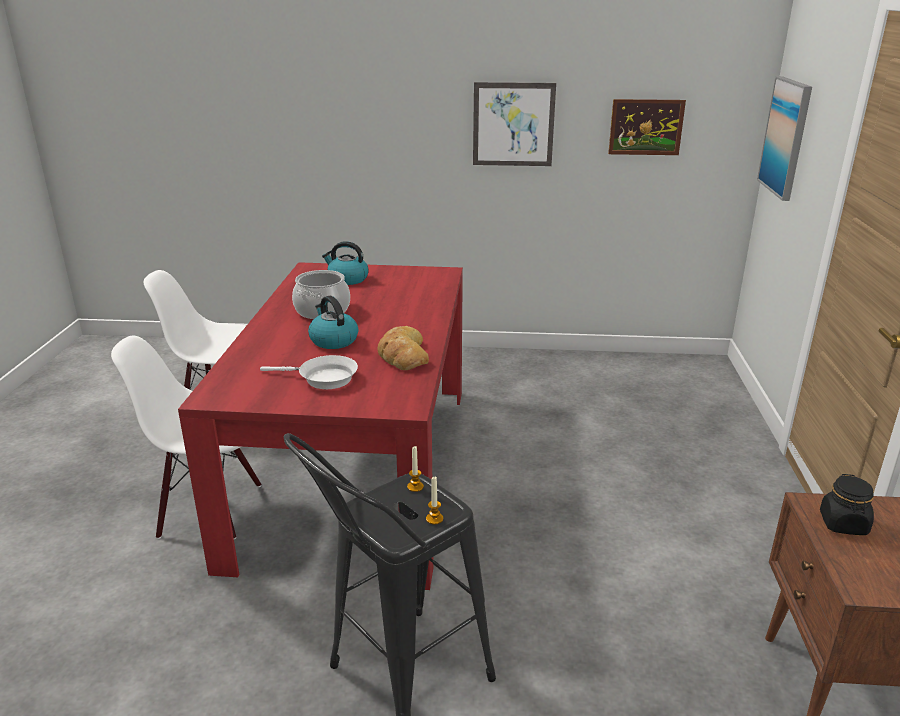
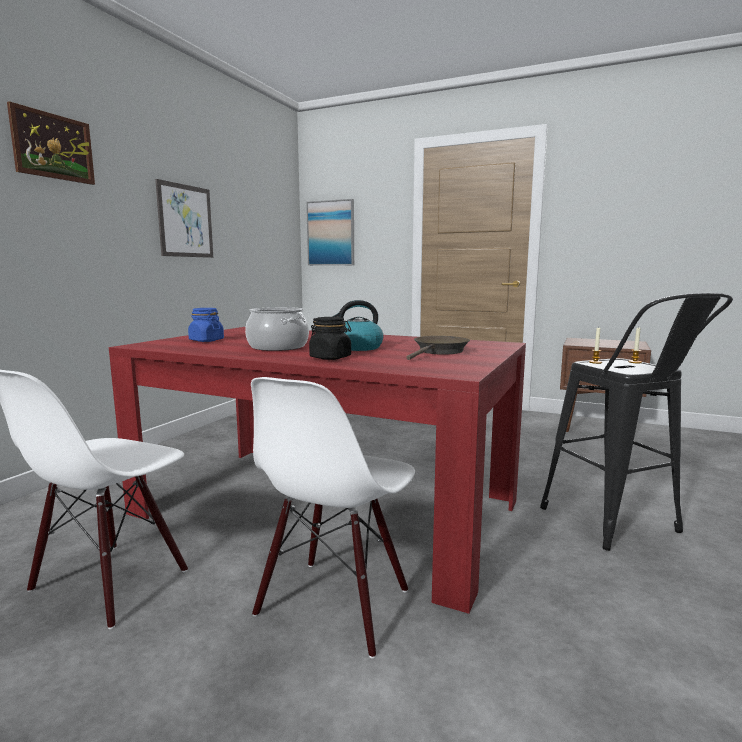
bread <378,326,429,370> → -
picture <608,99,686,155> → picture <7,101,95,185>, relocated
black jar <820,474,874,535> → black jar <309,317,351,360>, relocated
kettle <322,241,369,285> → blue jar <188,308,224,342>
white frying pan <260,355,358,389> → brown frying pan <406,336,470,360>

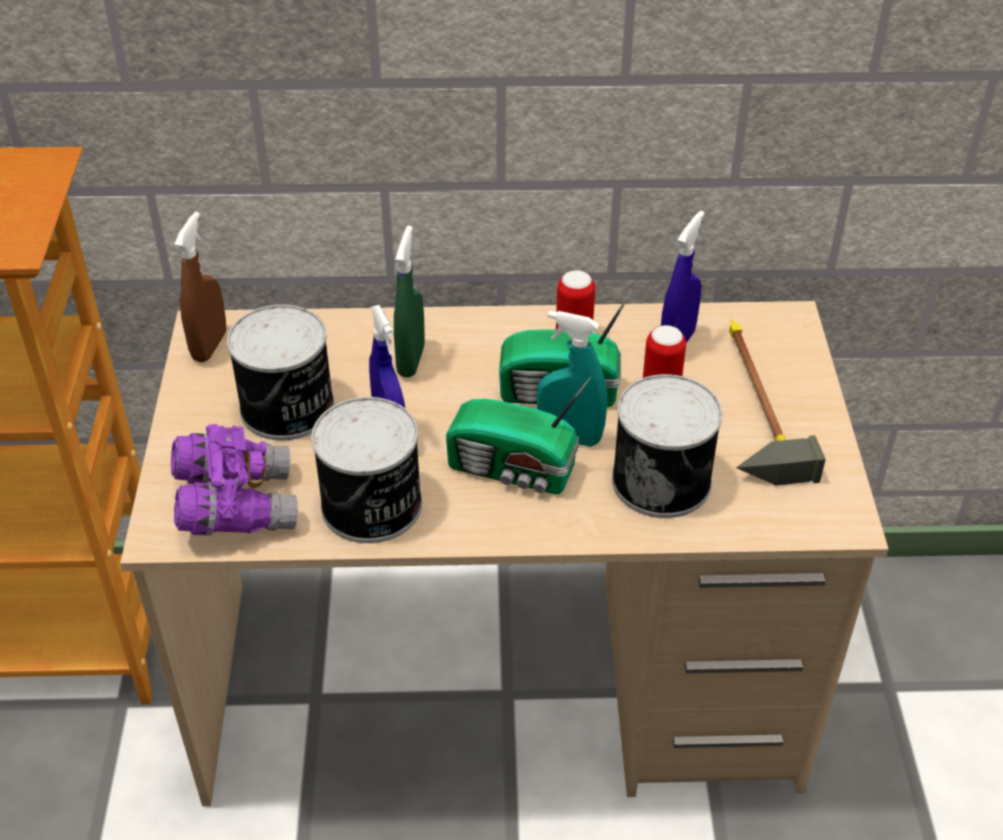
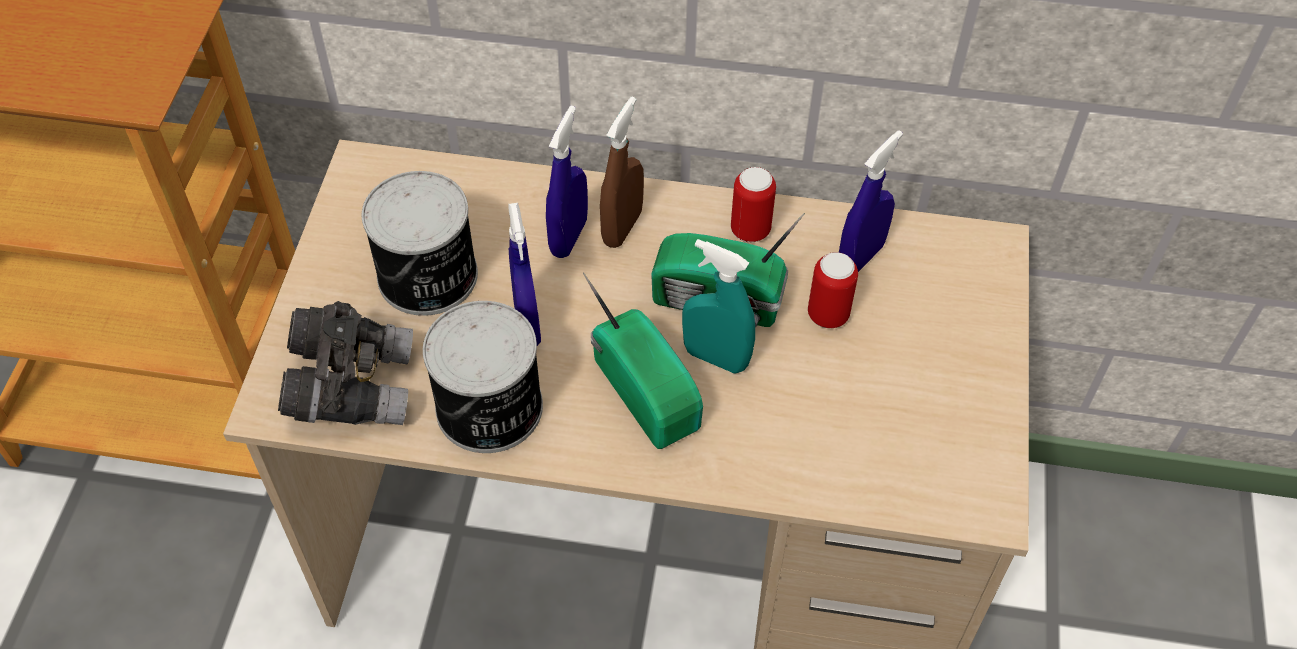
can <612,374,722,518> → -
hammer <729,320,826,486> → -
brown spray bottle <174,212,226,362> → brown spray bottle <600,97,644,248>, relocated
purple binoculars <171,424,298,536> → grey binoculars <278,301,413,425>
green spray bottle <394,225,425,377> → blue spray bottle <546,106,588,258>
radio <446,377,591,494> → radio <583,272,703,449>, 150 degrees counterclockwise

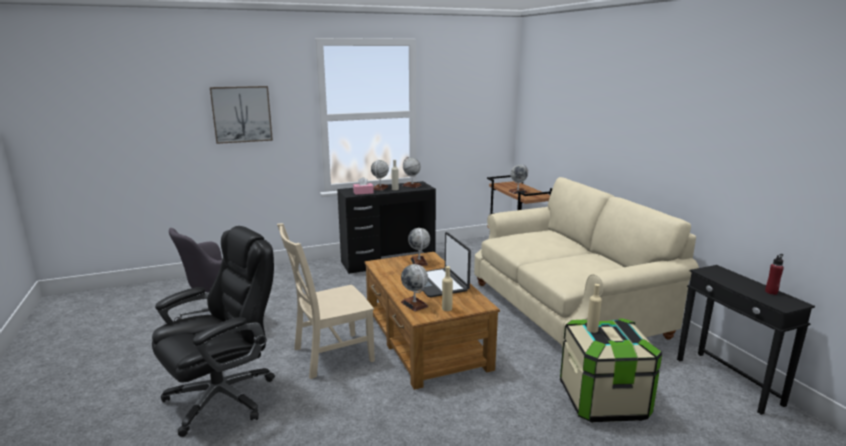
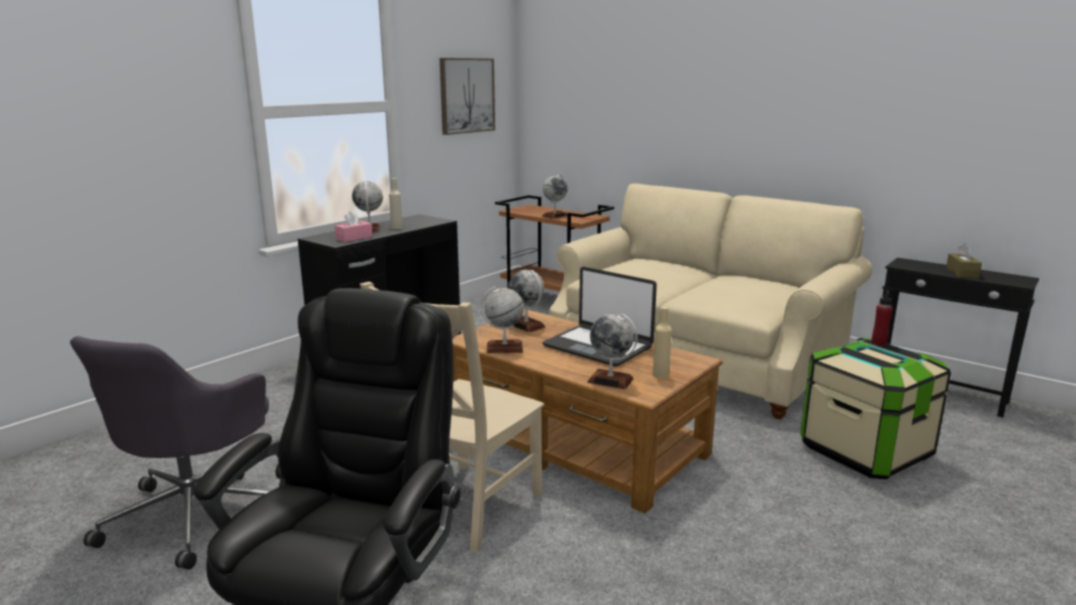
beige bottle <586,284,602,333> → -
- → brown tissue box <946,243,982,278>
picture <210,86,273,144> → picture <440,58,495,135>, relocated
globe <403,157,422,188> → globe <481,286,524,353>, relocated
red bottle <765,254,784,295> → red bottle <871,290,893,346>, relocated

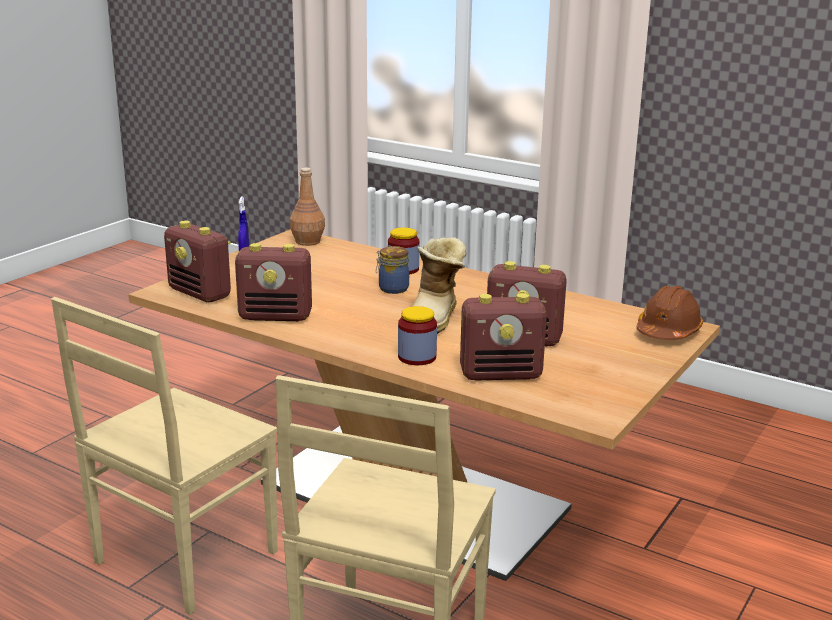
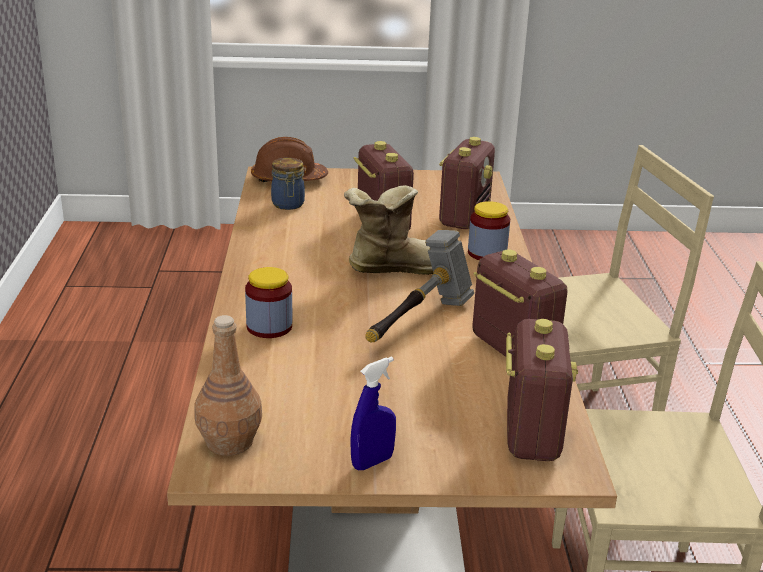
- → hammer <365,230,474,343>
jar <376,246,409,294> → jar <271,158,305,210>, relocated
radio <460,293,547,381> → radio <439,137,495,229>, 60 degrees clockwise

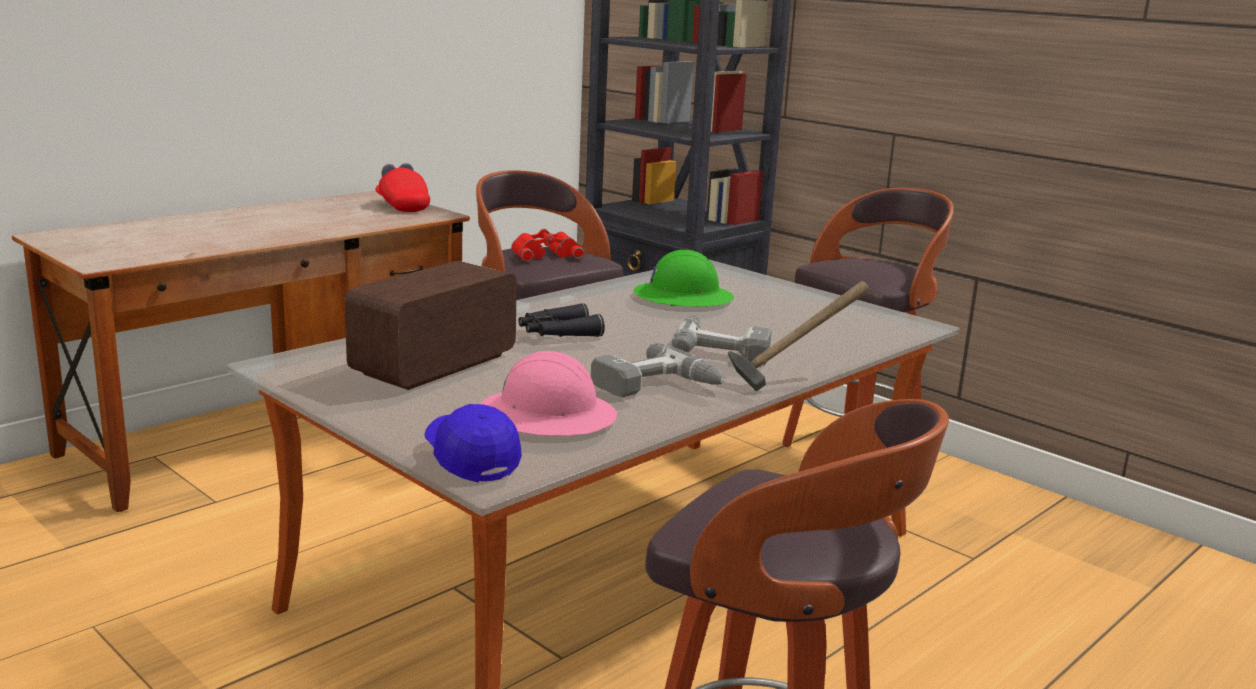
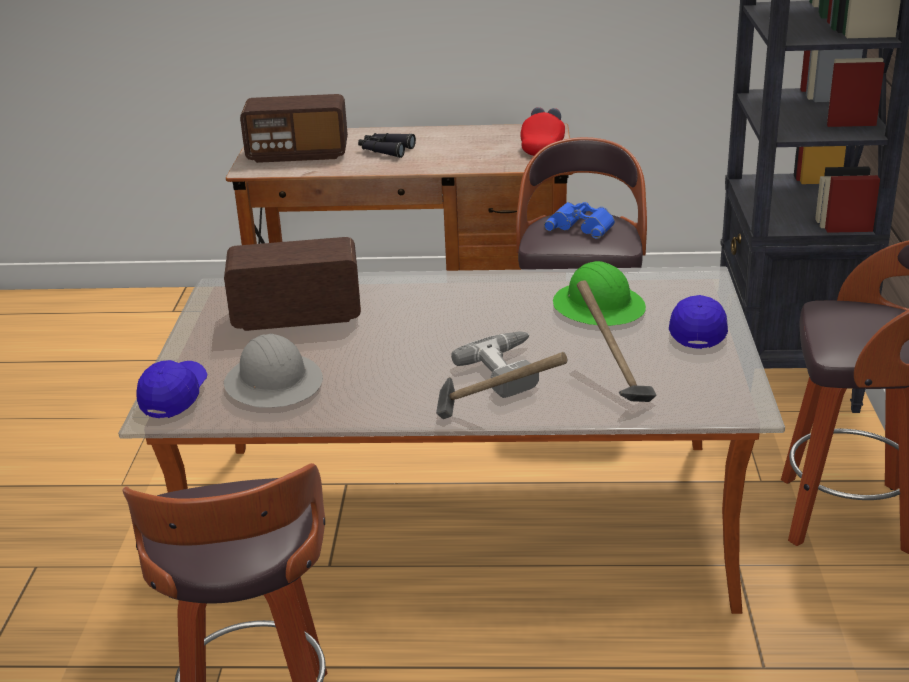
power drill <591,343,726,397> → -
- → radio <240,94,348,163>
- → hammer <577,280,657,402>
- → blue cap <669,295,728,349>
black binoculars <518,303,605,337> → black binoculars <358,133,416,158>, relocated
pink hard hat <481,351,617,436> → grey hard hat <224,334,323,408>
red binoculars <511,229,584,262> → blue binoculars <544,202,615,239>

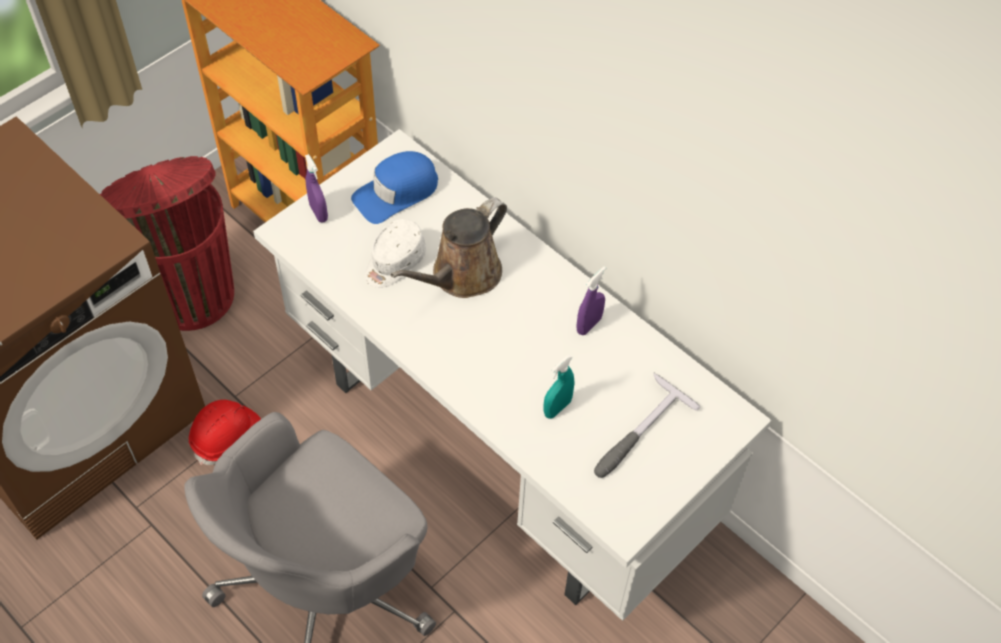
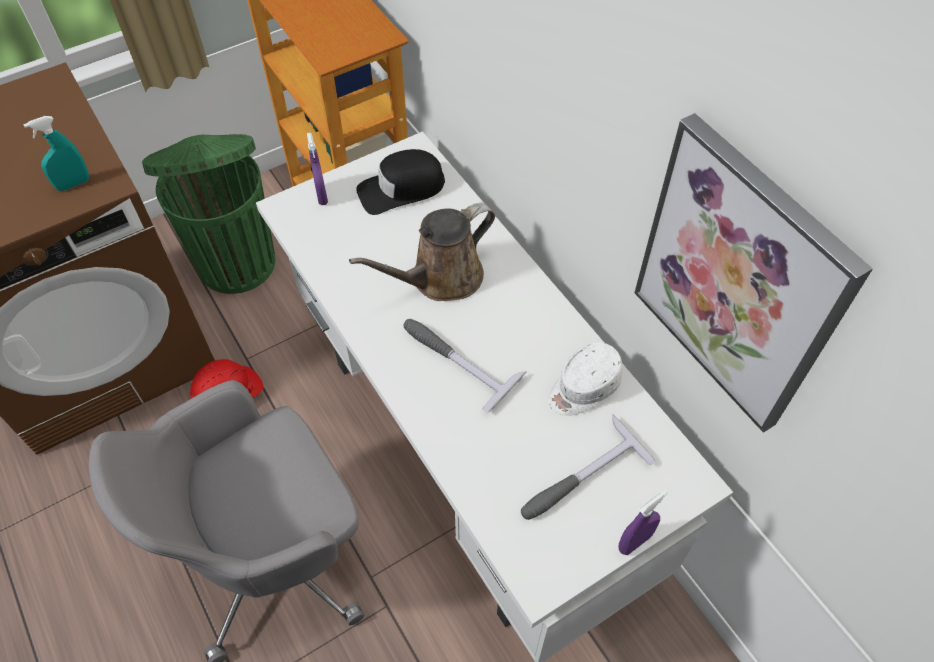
- → hammer <404,319,527,413>
- → picture <634,113,873,433>
white cap <365,219,426,288> → white cap <549,342,623,416>, relocated
turquoise spray bottle <544,355,575,419> → turquoise spray bottle <23,116,89,191>, relocated
purple spray bottle <576,266,606,335> → purple spray bottle <618,490,668,555>, relocated
red trash can <100,156,234,331> → green trash can <142,134,275,294>
blue cap <351,151,438,224> → black cap <356,149,445,215>

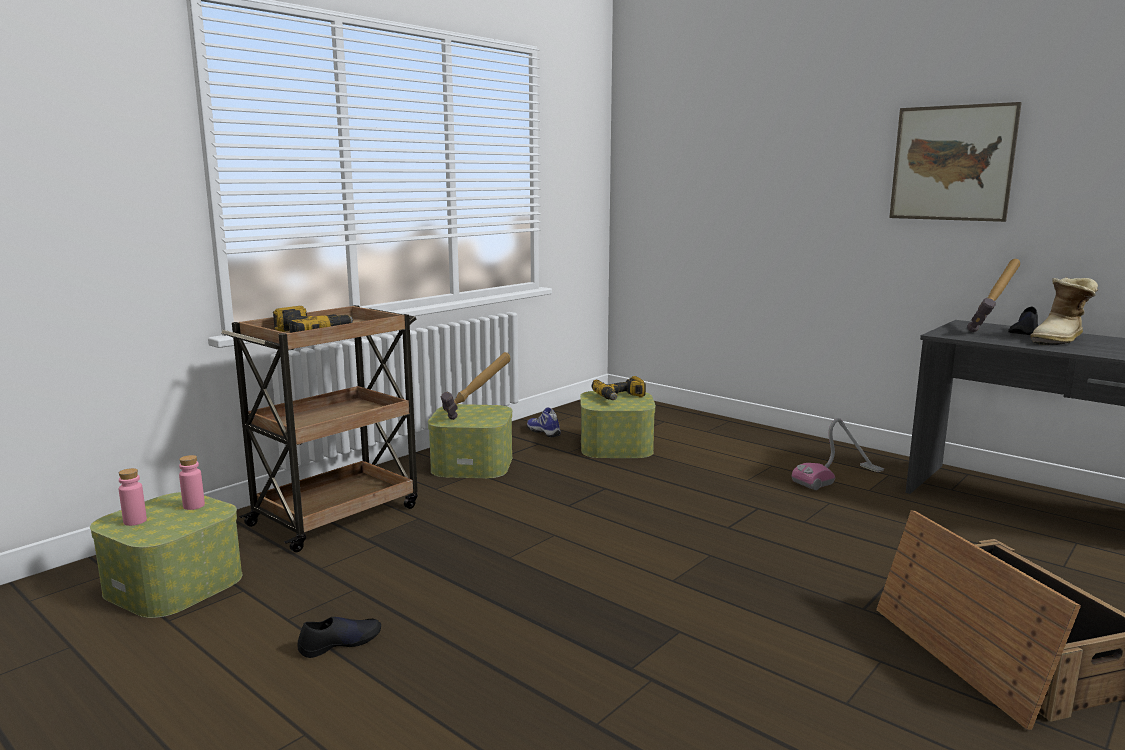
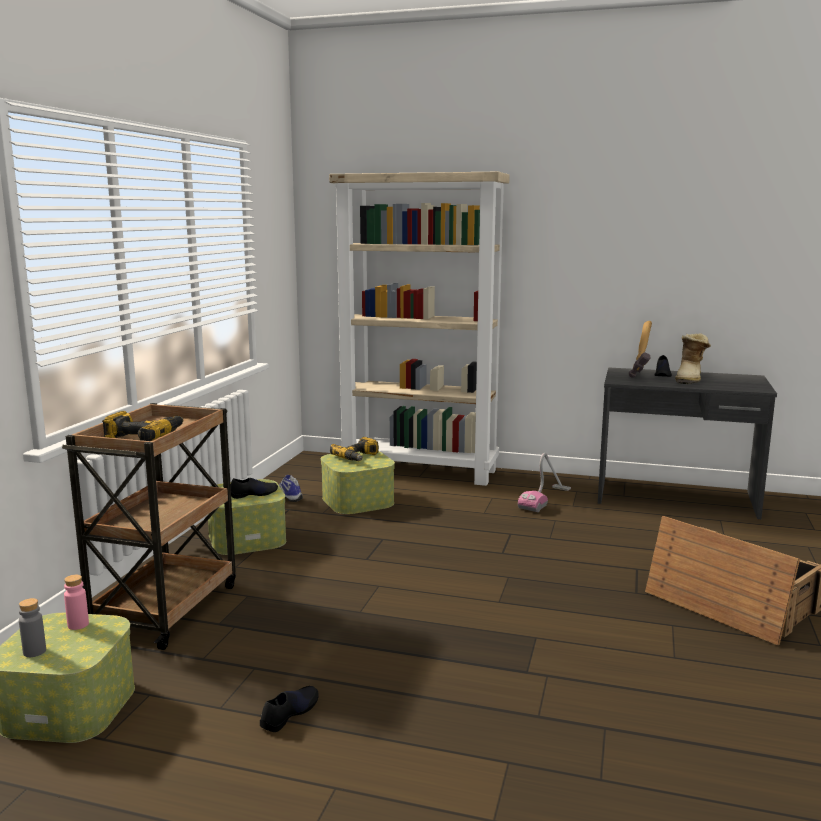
picture <889,102,1022,222> → -
- → beige bookcase <329,172,510,486>
hammer <441,352,511,420> → black shoe <231,478,278,499>
pink bottle <119,468,147,526> → grey bottle <19,598,46,657>

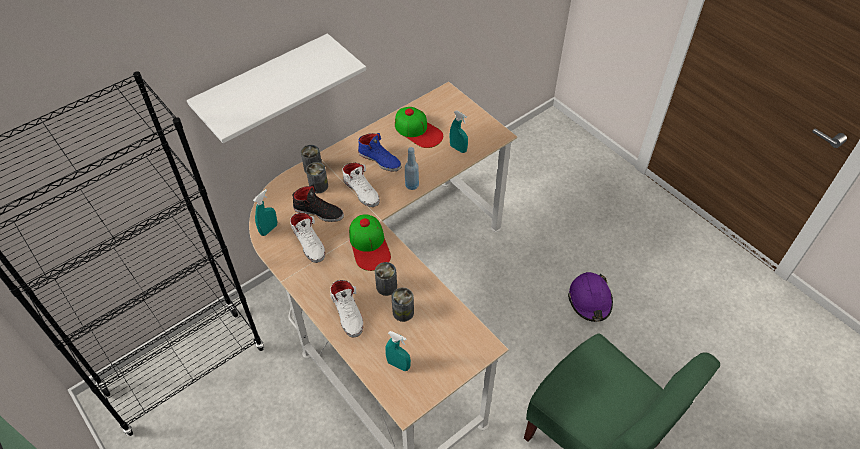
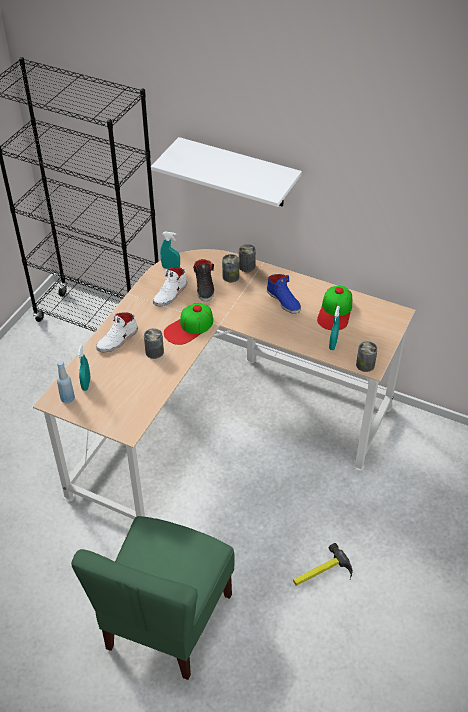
white shoe <342,163,380,207> → -
can <391,288,414,322> → can <356,341,378,372>, relocated
blue bottle <405,147,419,190> → blue bottle <57,361,75,404>, relocated
purple hard hat <568,272,613,322> → hammer <293,543,353,586>
blue shoe <358,133,401,172> → blue shoe <267,274,301,314>, 45 degrees counterclockwise

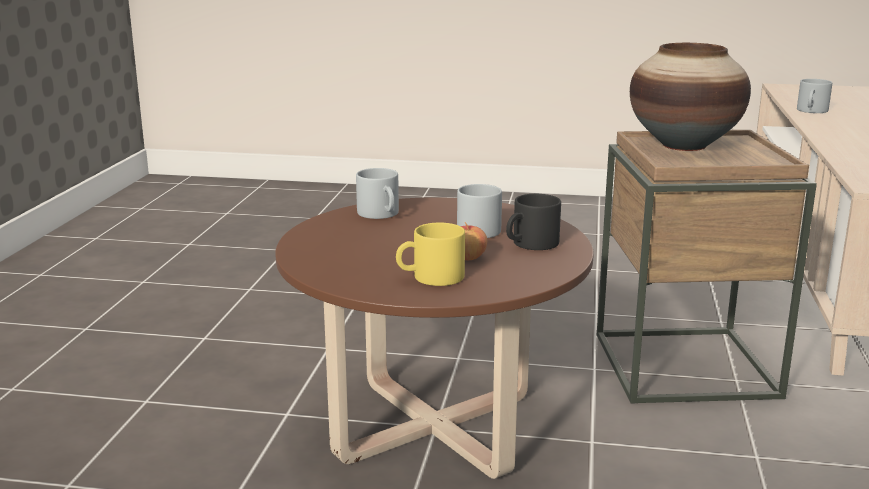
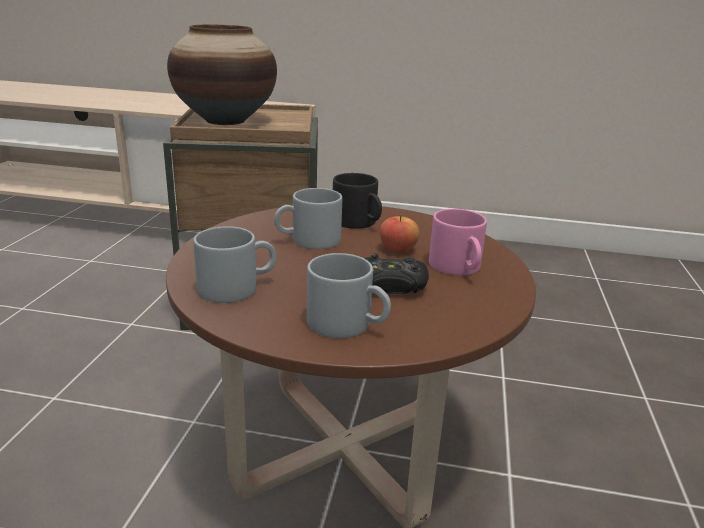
- → black game controller <364,253,429,294>
grey mug <797,79,832,113> → grey mug <307,253,391,338>, relocated
yellow mug <396,223,465,286> → pink mug <429,209,487,275>

